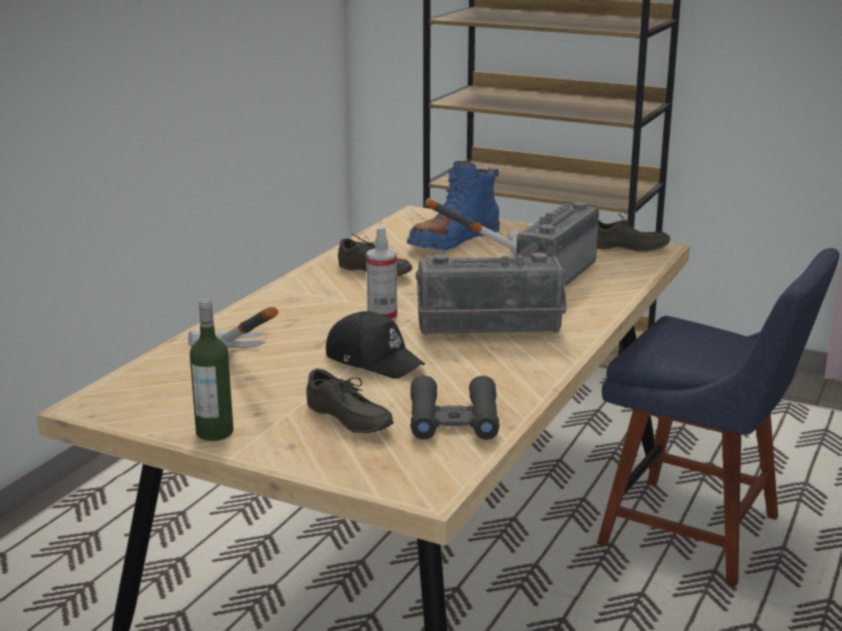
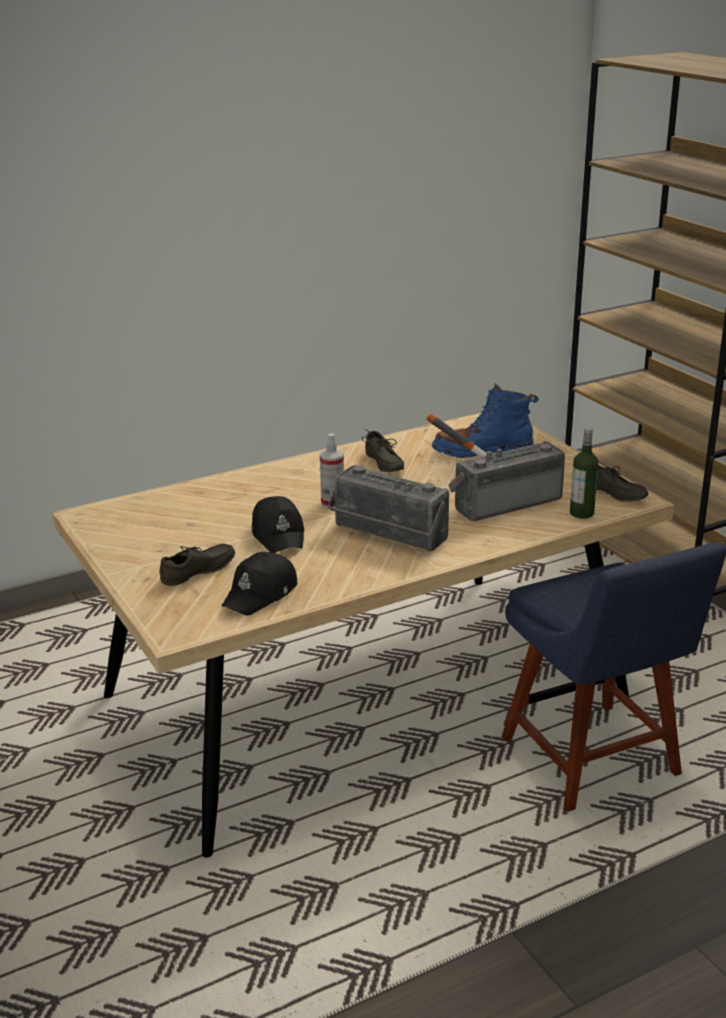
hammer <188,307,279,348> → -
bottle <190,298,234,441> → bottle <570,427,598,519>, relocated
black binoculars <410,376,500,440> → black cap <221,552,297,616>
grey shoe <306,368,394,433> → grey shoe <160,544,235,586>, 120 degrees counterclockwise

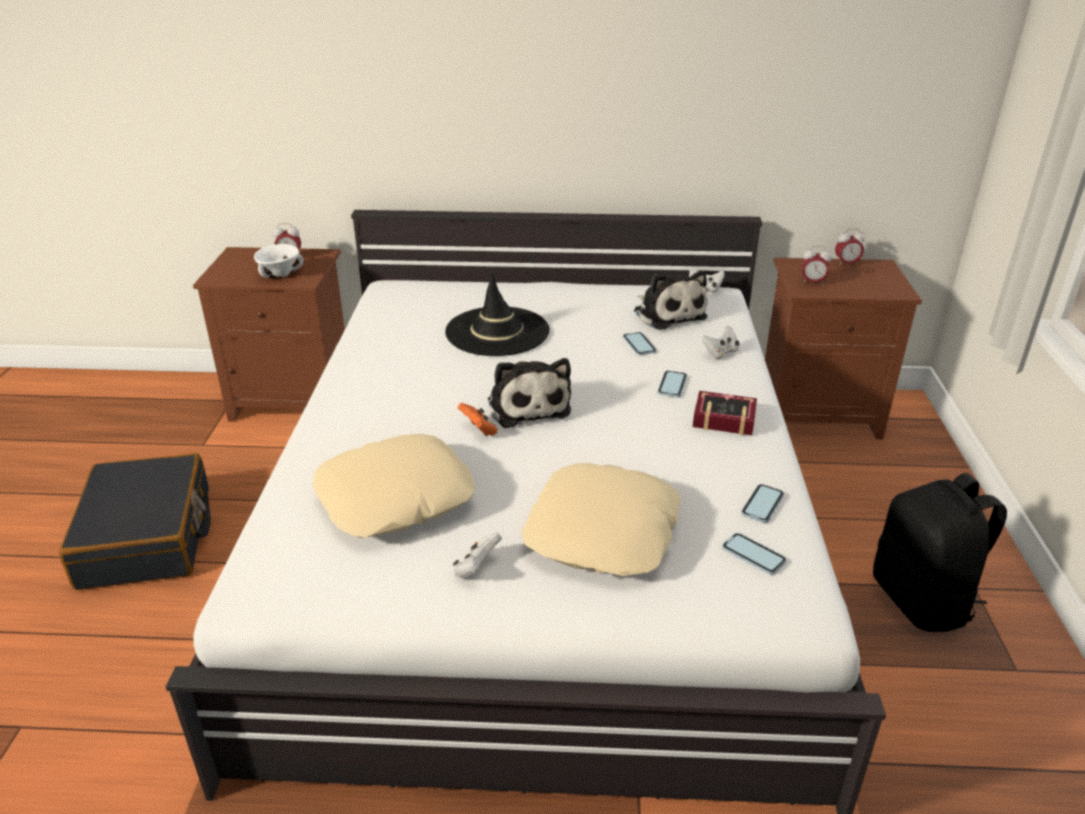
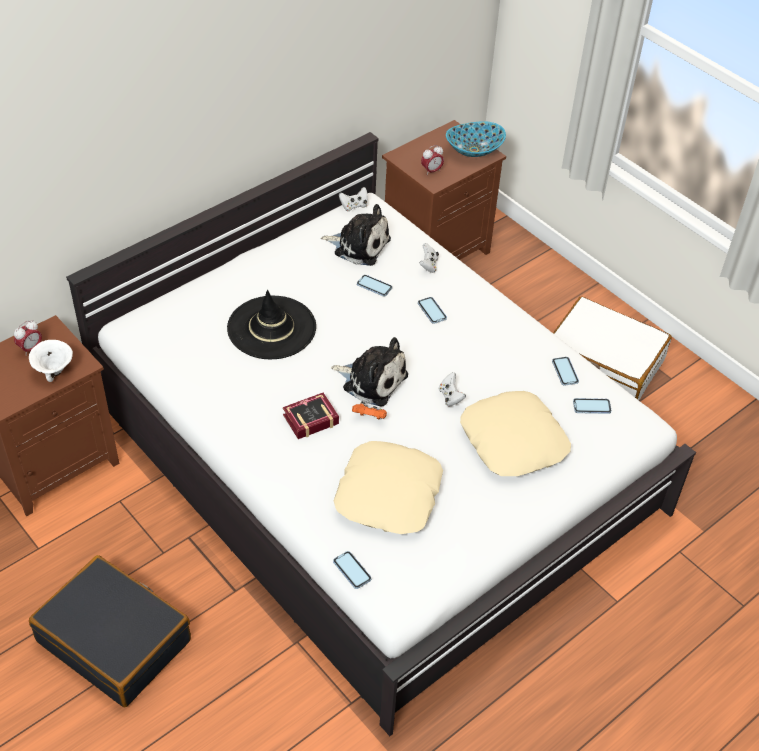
alarm clock <835,229,865,266> → -
- → phone <333,551,372,589>
- → bowl <446,121,506,157>
white game controller <453,532,502,578> → white game controller <439,372,466,406>, relocated
book <693,391,757,435> → book <283,393,339,439>, relocated
black backpack <873,473,1007,632> → white suitcase <553,296,672,400>

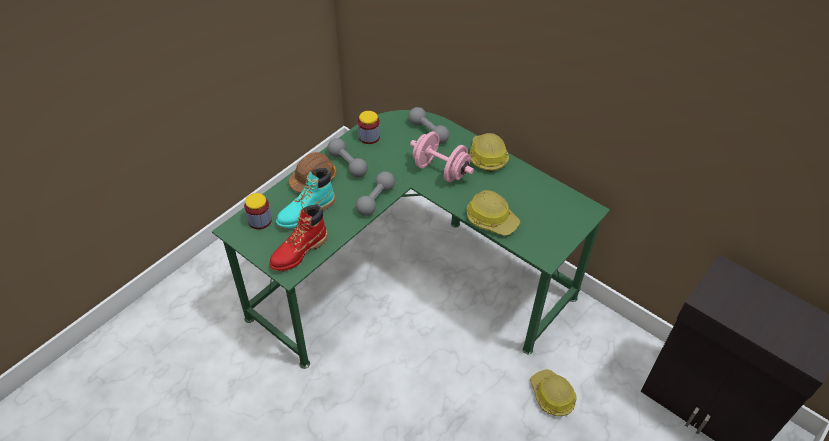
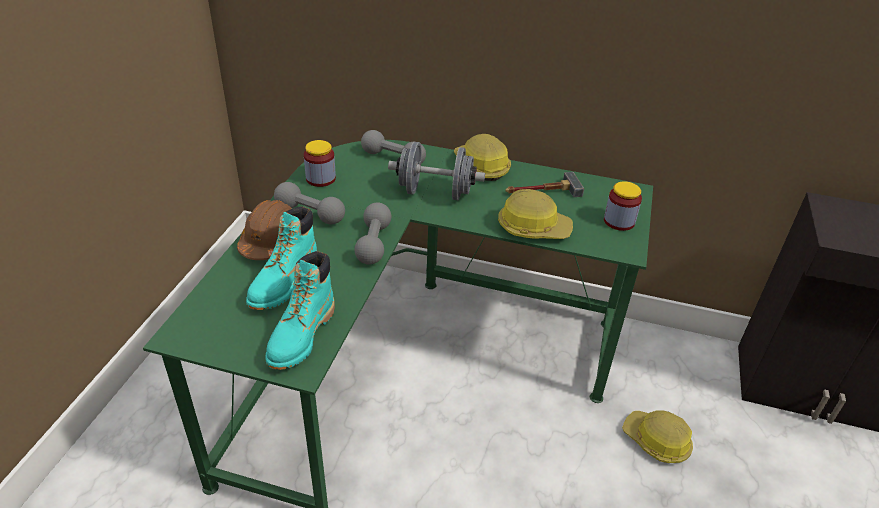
- → hammer <506,172,584,197>
jar <244,193,272,229> → jar <604,181,642,231>, relocated
red boot <269,204,328,271> → turquoise boot <265,251,335,370>
pink dumbbell <410,132,474,182> → grey dumbbell <388,142,485,200>

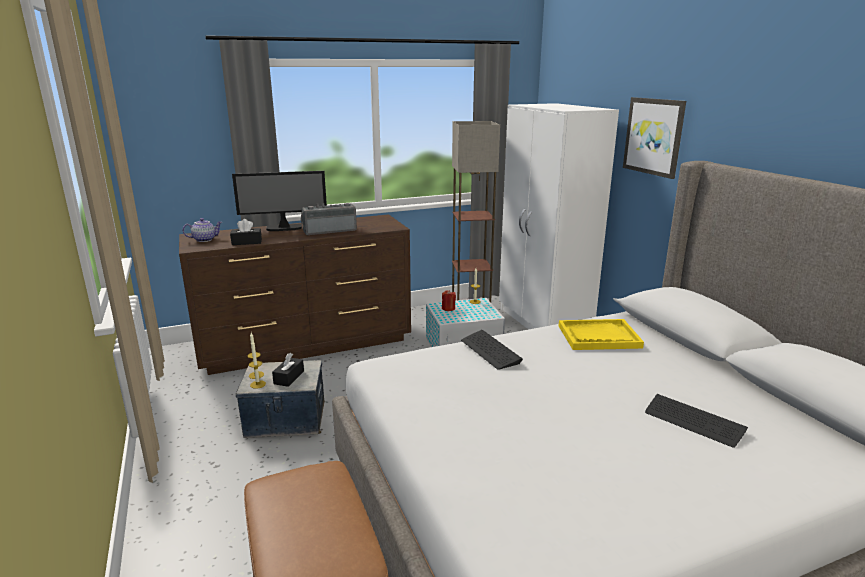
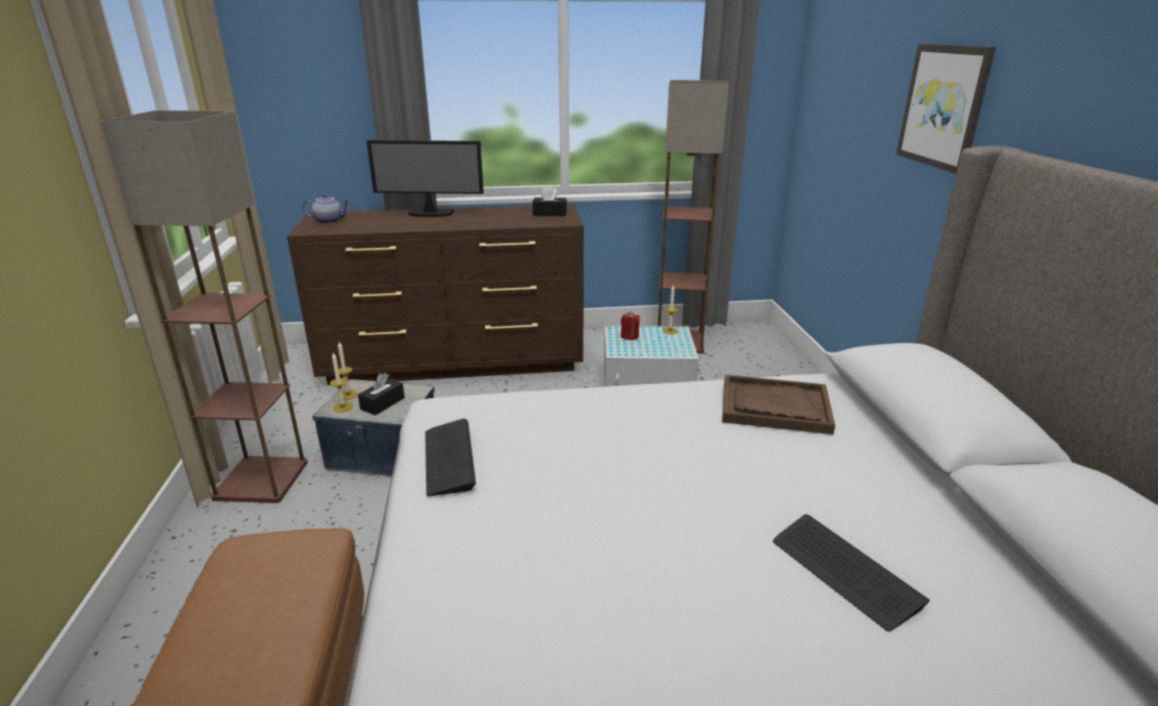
radio <301,203,357,235> → -
white wardrobe <499,103,619,329> → -
- → floor lamp <101,110,308,503>
black tissue box <230,219,262,245> → black tissue box <532,185,567,216>, relocated
keyboard <461,330,523,370> → keyboard <425,419,476,496>, relocated
yellow tray <559,319,644,350> → brown tray <722,375,835,435>

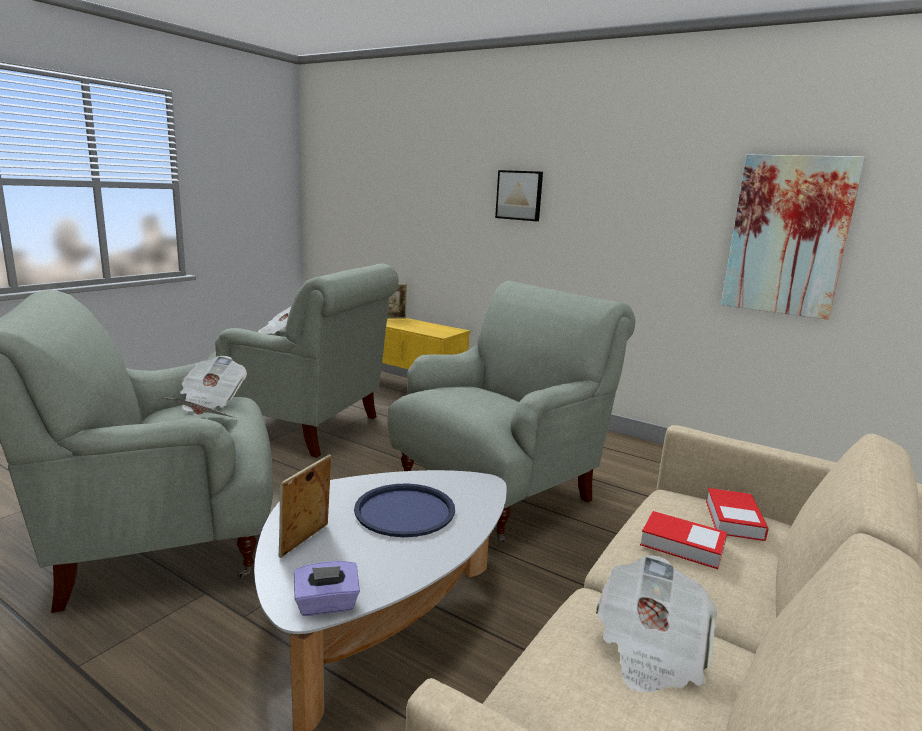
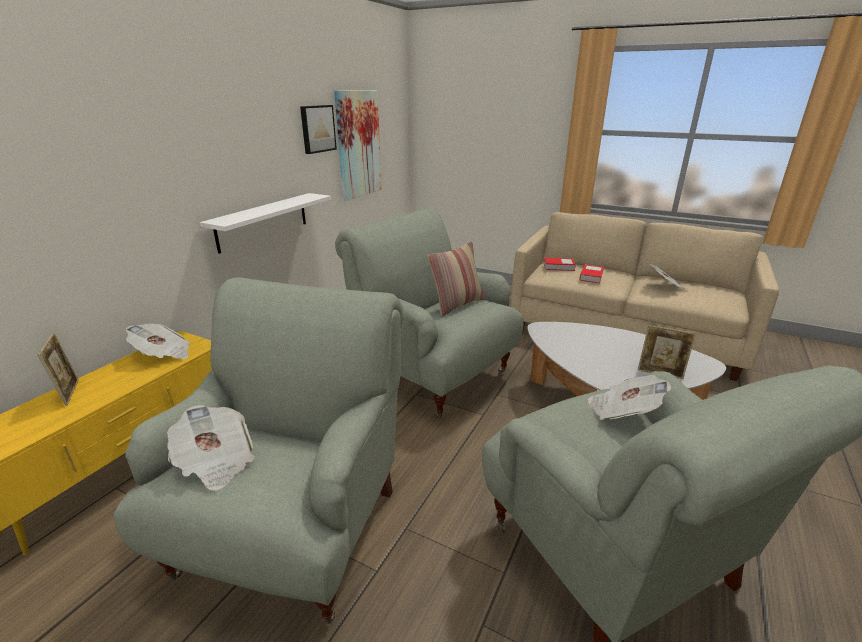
purple tissue box <294,561,360,616> → -
blue tray <354,483,455,537> → -
- → white shelf <200,193,331,254>
- → pillow <427,242,485,317>
newspaper <180,356,247,411> → newspaper <126,323,190,359>, relocated
picture <495,170,543,221> → picture <300,105,337,154>, relocated

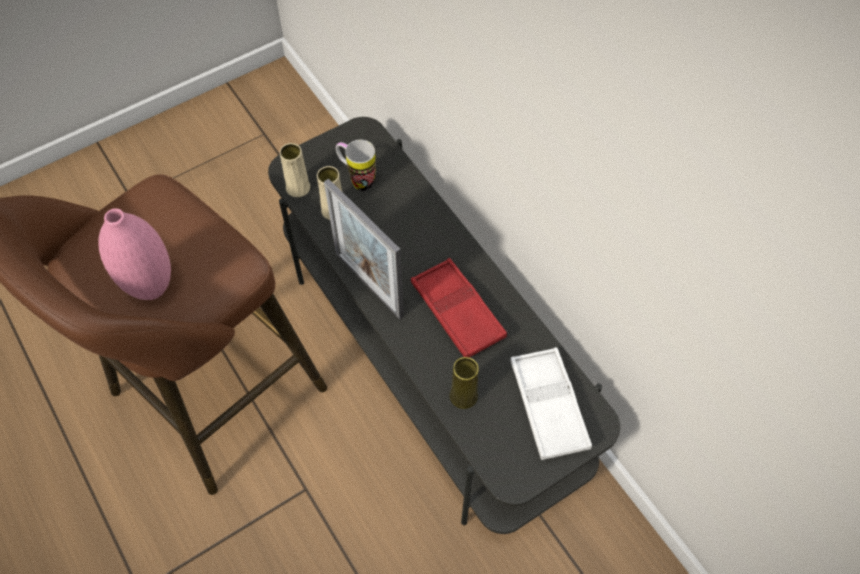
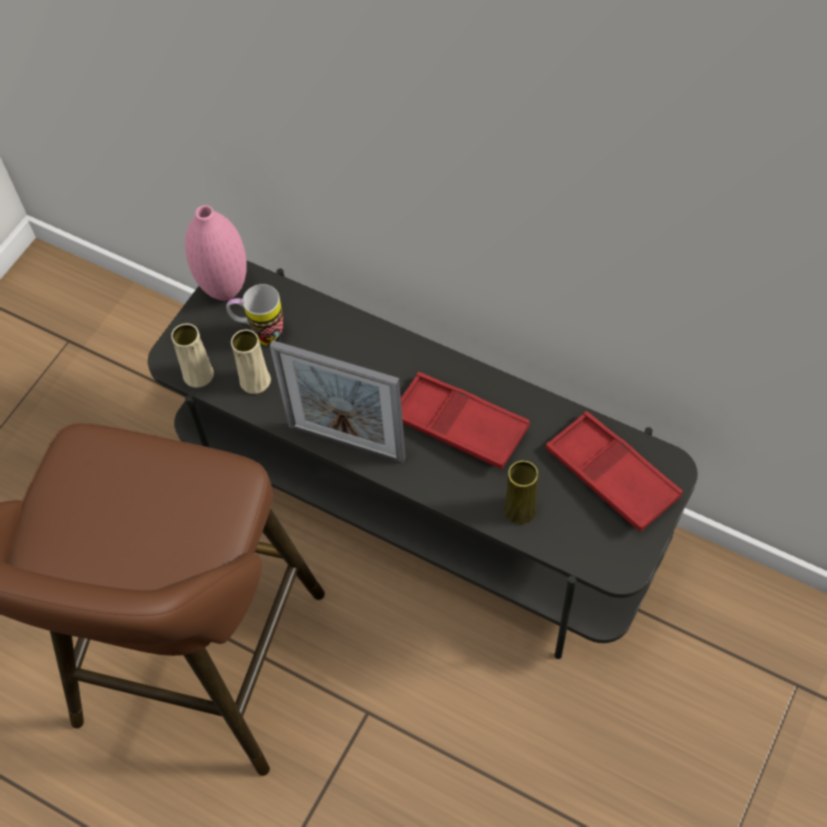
pink vase <98,209,171,300> → pink vase <185,205,247,301>, relocated
white tray <510,347,592,460> → red tray <546,411,683,532>

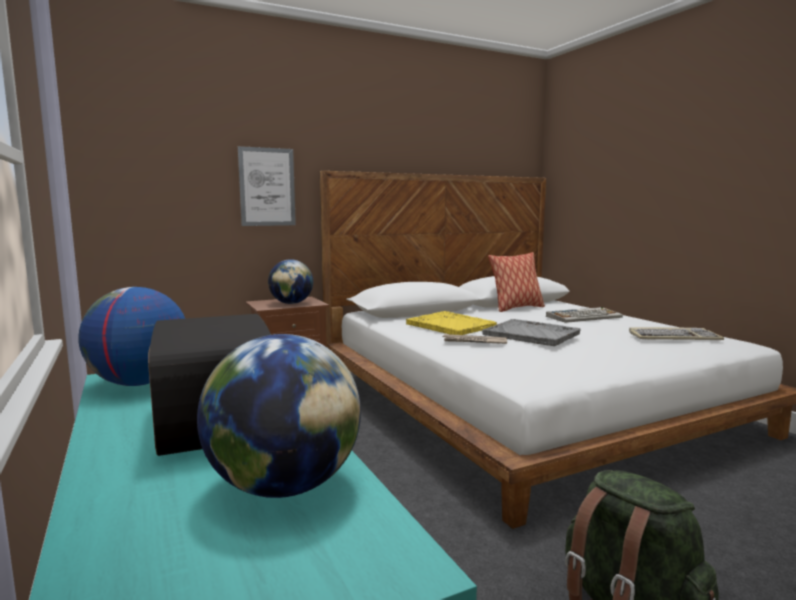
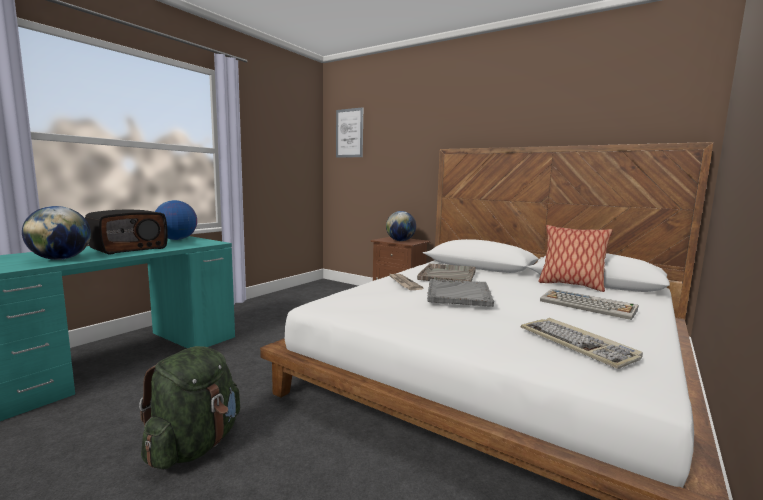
picture <238,146,296,226> → picture <336,107,363,158>, relocated
yellow tray <406,311,497,335> → grey tray <417,263,476,283>

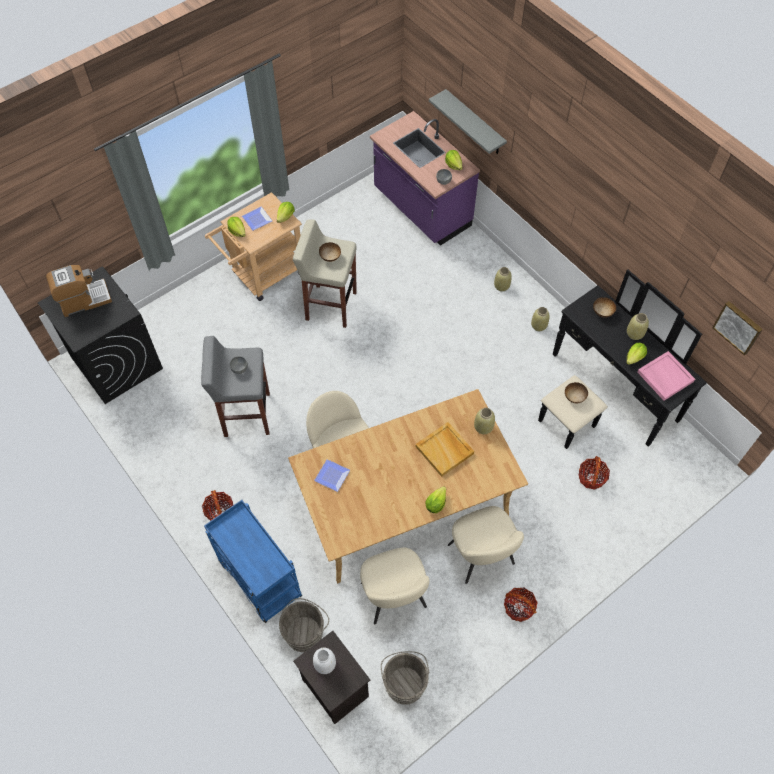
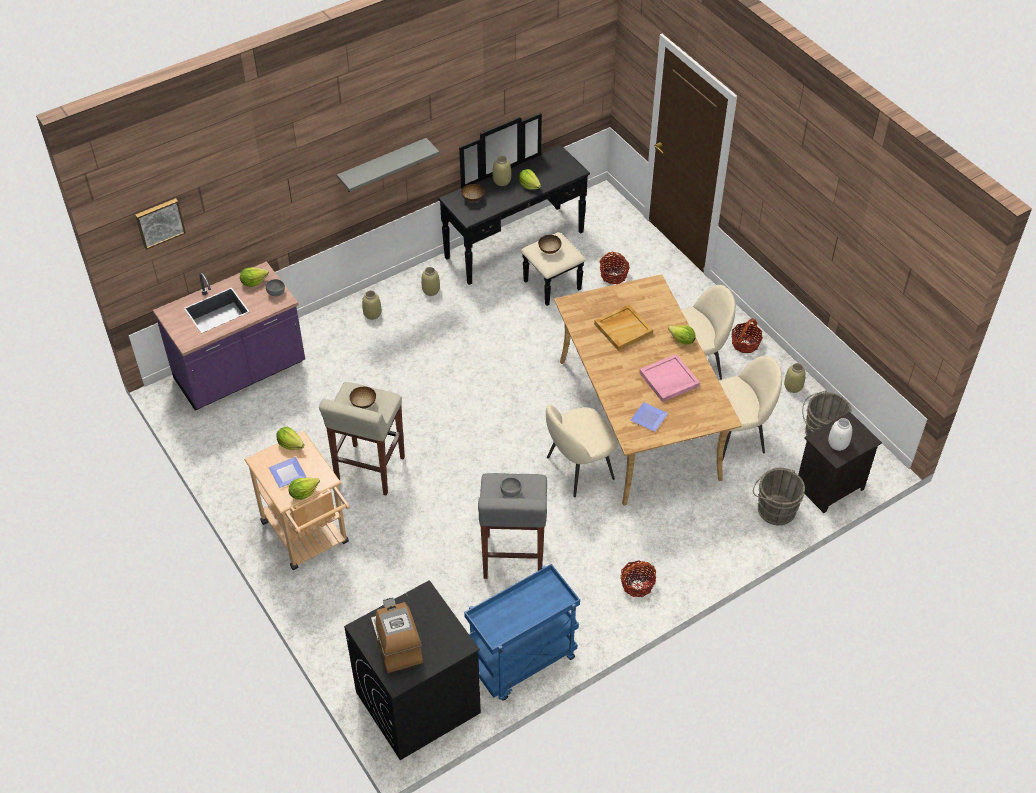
blue cart <204,500,302,623> → blue cart <464,564,580,700>, relocated
grey shelf <429,89,507,154> → grey shelf <337,138,440,192>, relocated
beige vase <474,408,495,434> → beige vase <784,363,806,393>, relocated
pink tray <637,351,695,401> → pink tray <639,354,700,402>, relocated
picture <712,301,763,356> → picture <135,198,186,250>, relocated

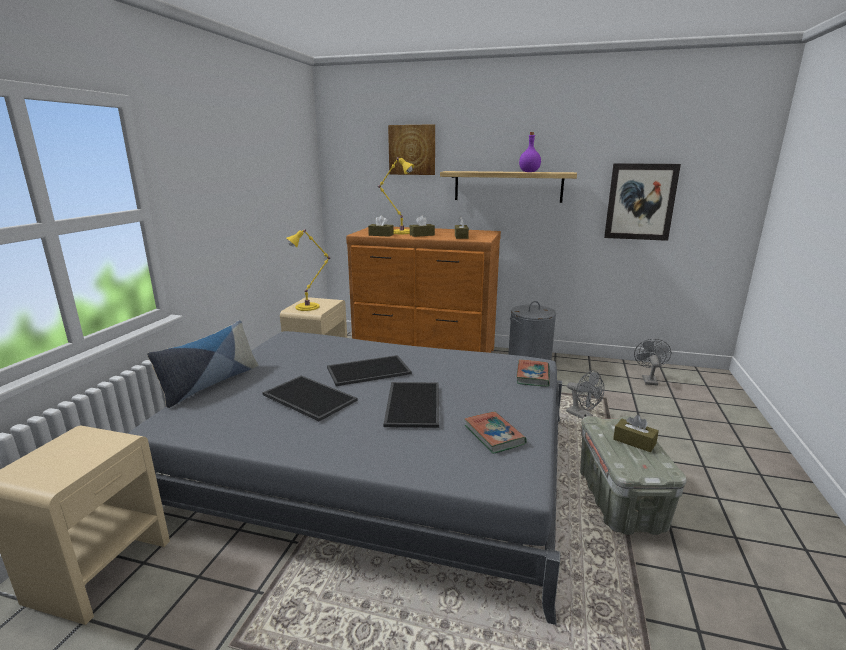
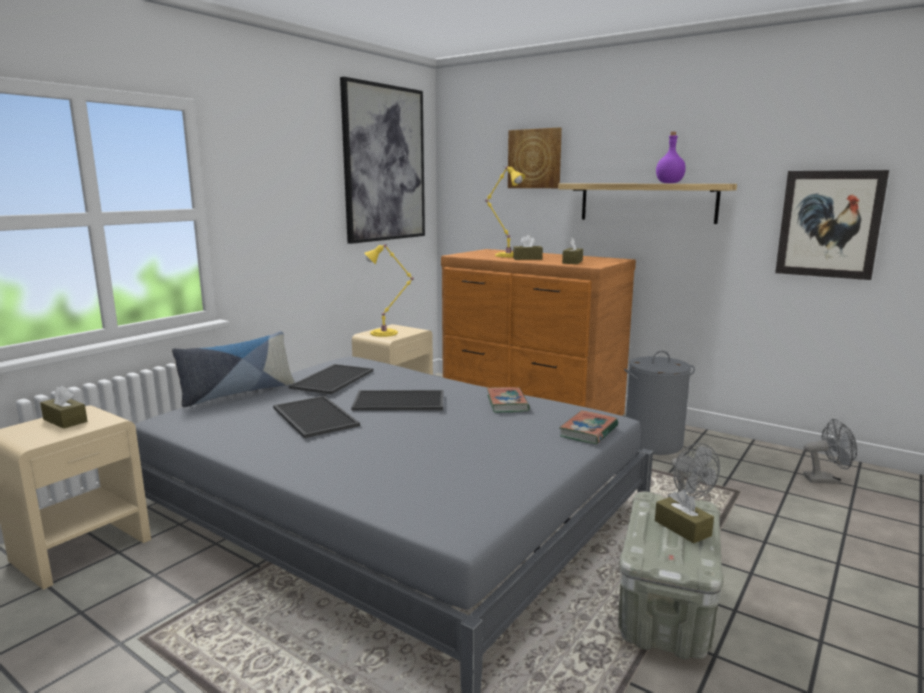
- → picture <340,77,425,244>
brown tissue box <368,215,394,237> → brown tissue box <40,385,87,429>, relocated
tray <383,382,439,428> → tray <289,364,373,394>, relocated
book <464,412,527,454> → book <487,387,530,412>, relocated
grey fan <634,339,672,386> → grey fan <803,419,857,484>, 60 degrees clockwise

